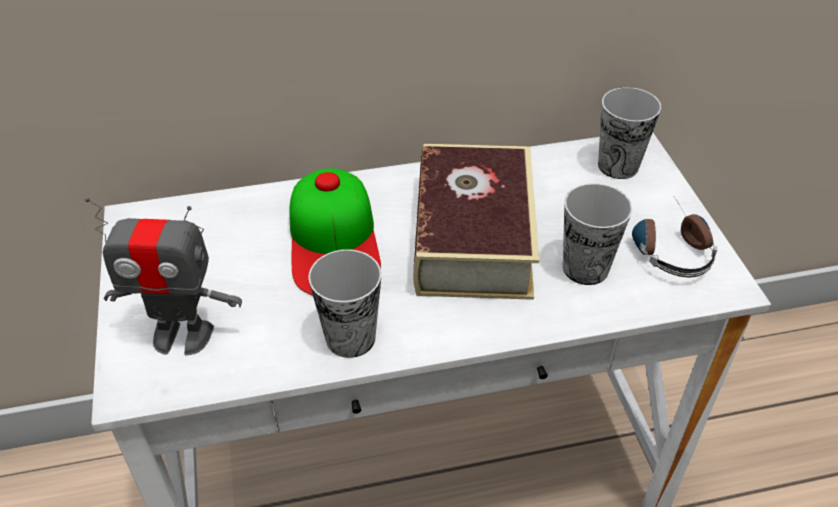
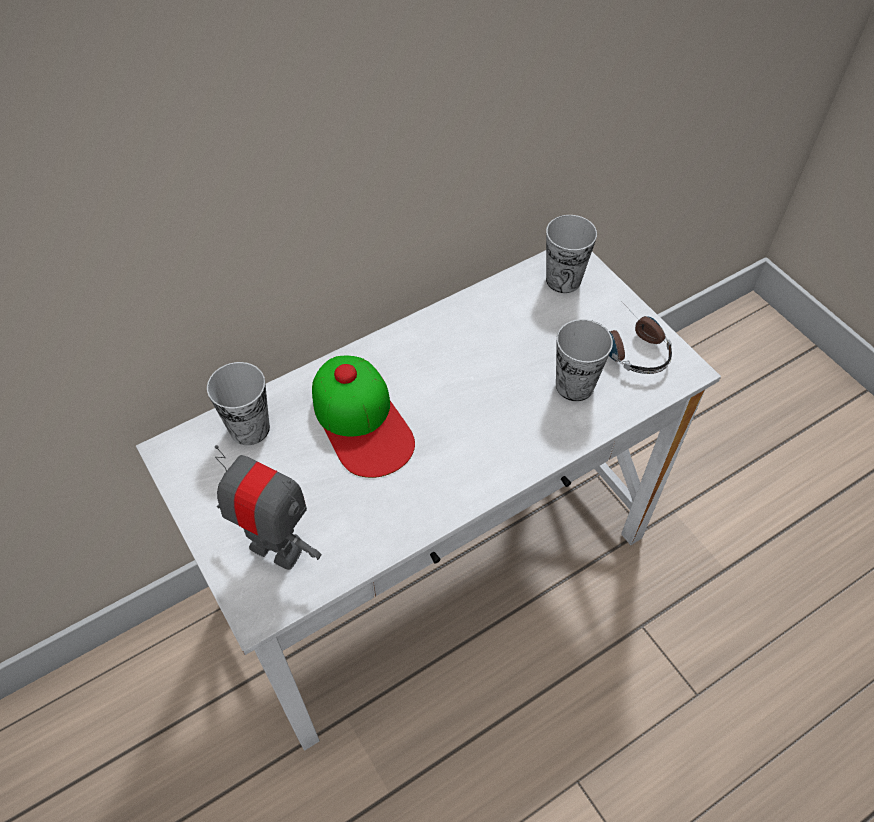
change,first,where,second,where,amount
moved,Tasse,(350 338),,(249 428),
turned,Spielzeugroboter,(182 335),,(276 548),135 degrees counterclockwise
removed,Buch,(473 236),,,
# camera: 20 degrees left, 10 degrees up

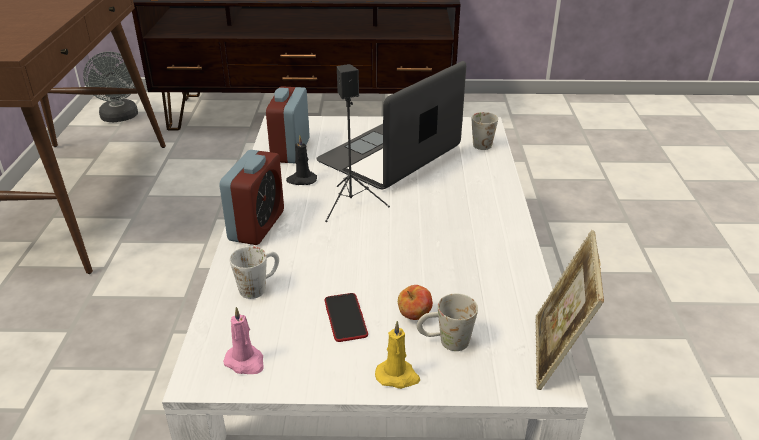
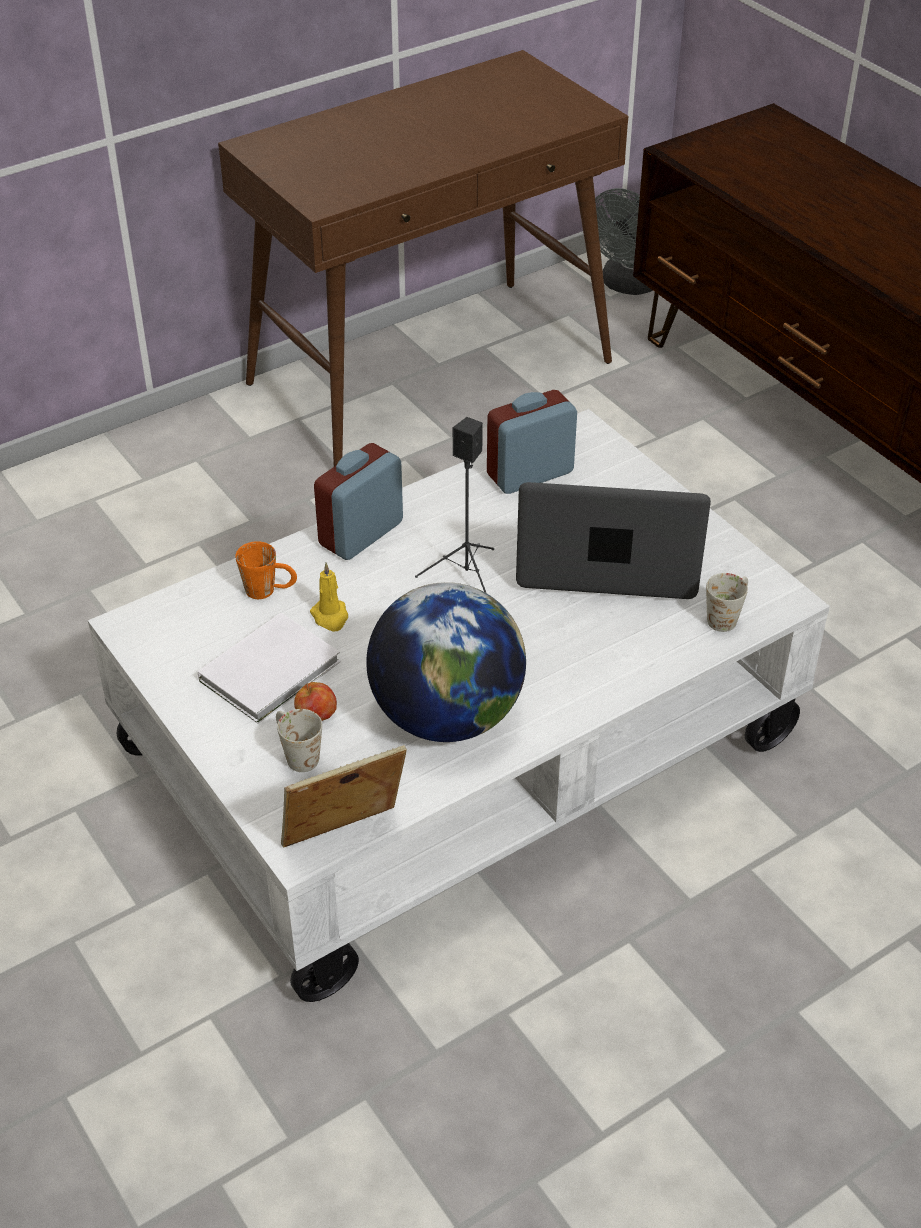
change,first,where,second,where,amount
replaced,Handy,(345 318),Buch (weiß),(274 670),
recoloured,Henkelbecher (weiß),(259 286),Henkelbecher (orange),(269 590),
moved,Kerze (gelb),(398 376),,(330 617),
turned,Wecker,(257 226),,(361 534),150 degrees clockwise
added,,,Globus,(446 716),
removed,Kerze (rosa),(245 362),,,
removed,Kerze (schwarz),(301 180),,,
# camera: 55 degrees right, 10 degrees up

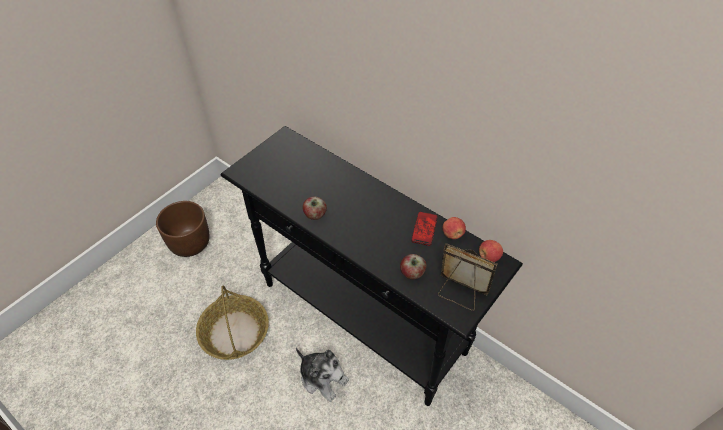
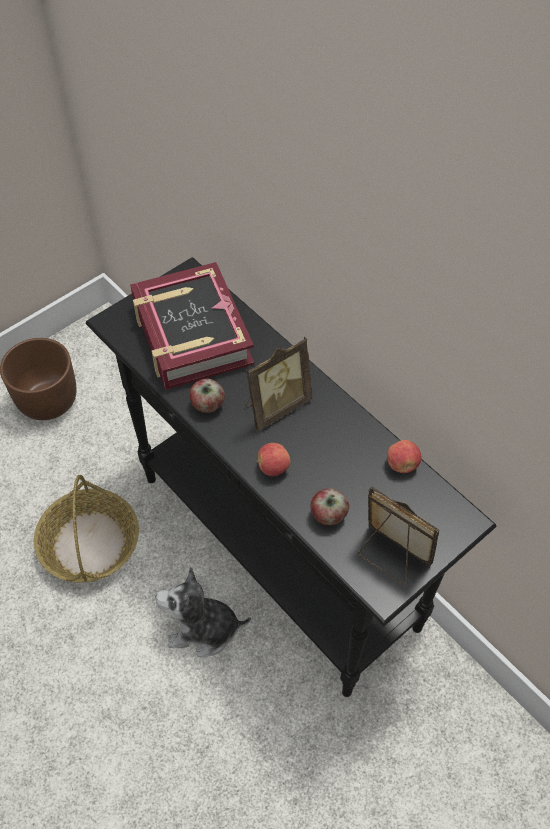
change,first,where,second,where,amount
added,,,Buch,(191 334),
turned,Plüschtier,(323 377),,(203 629),135 degrees clockwise
added,,,Bilderrahmen,(275 406),
moved,Apfel,(488 257),,(273 467),
removed,Handy,(424 229),,,
# camera: 10 degrees right, 5 degrees up

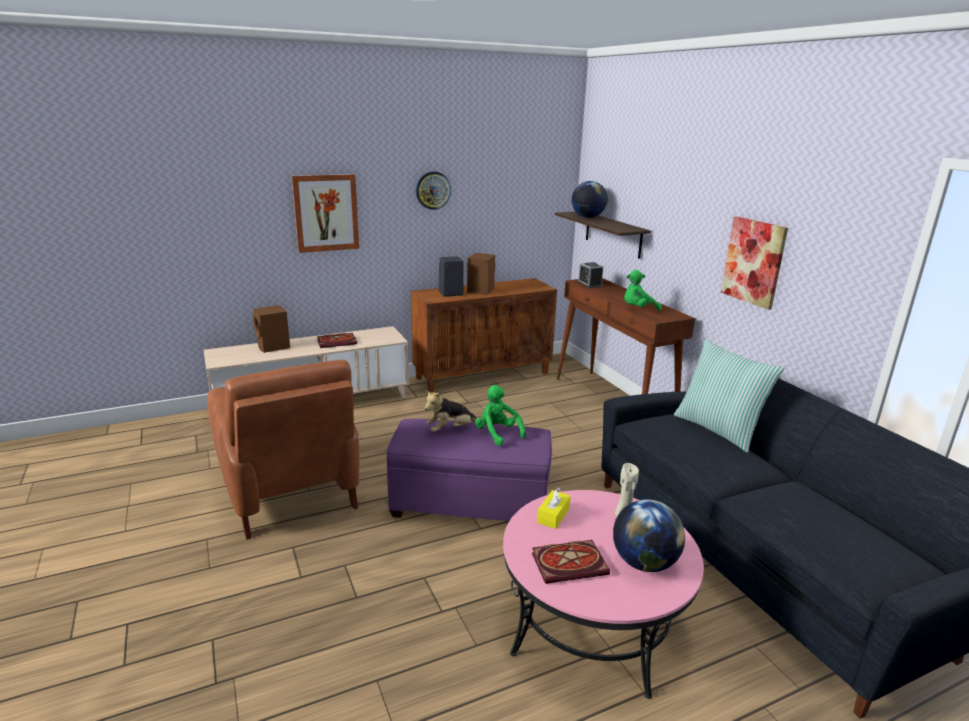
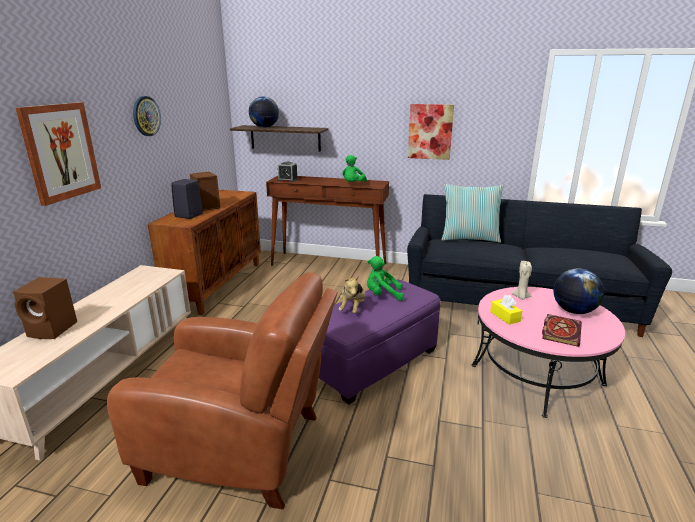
change,first,where,second,where,amount
removed,Buch,(337 342),,,
# camera: 50 degrees left, 0 degrees up

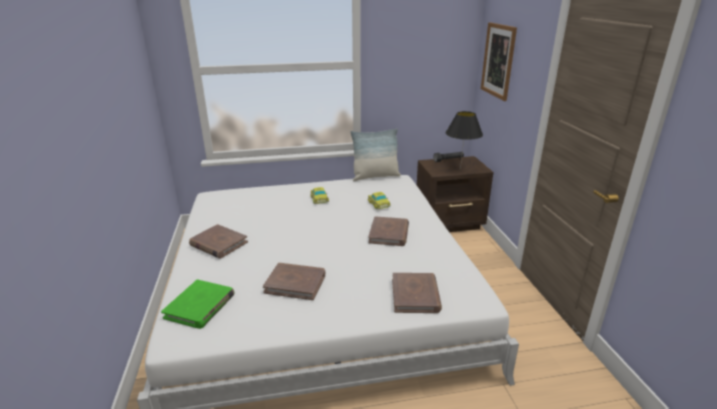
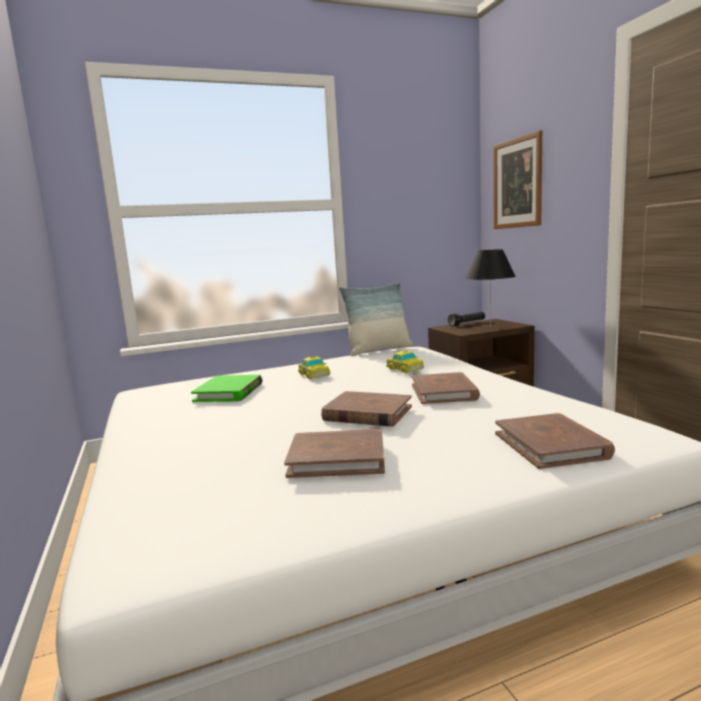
change,first,where,second,where,amount
moved,Buch (grün),(200 306),,(229 392),
moved,Buch (braun),(218 244),,(367 413),
# camera: 10 degrees left, 15 degrees down

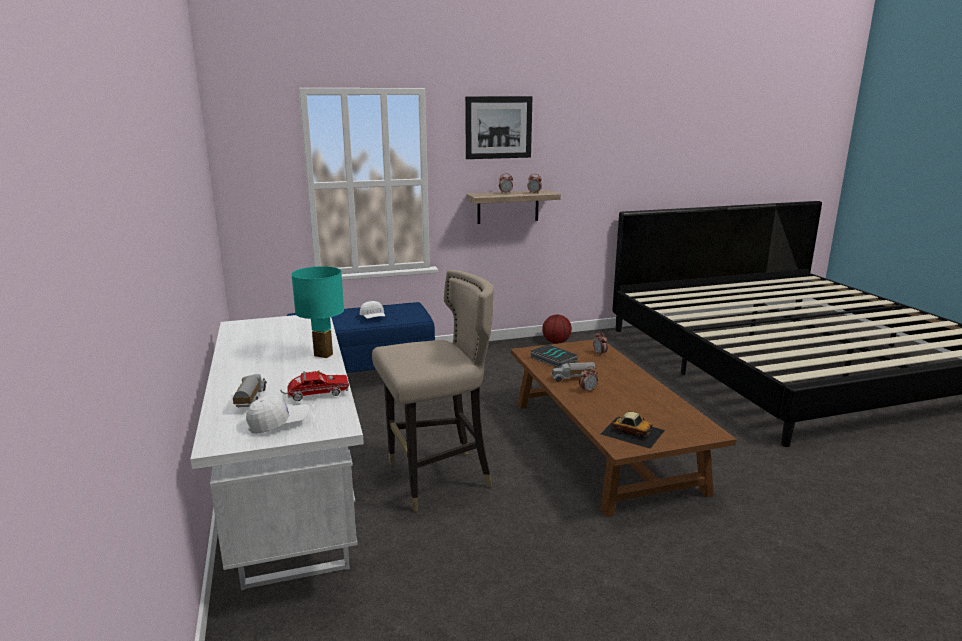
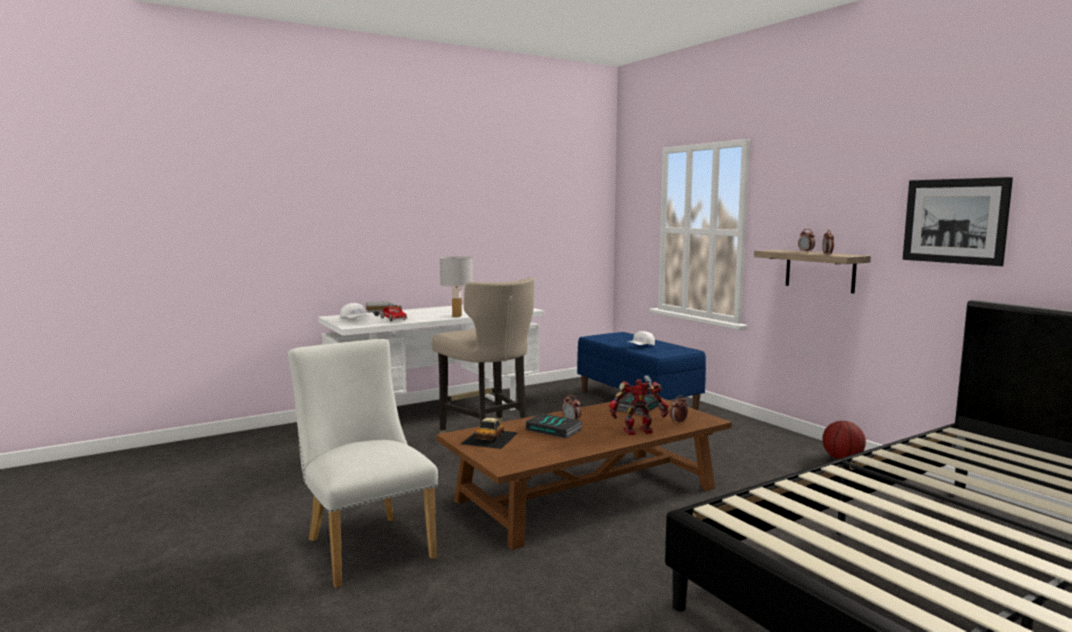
change,first,where,second,where,amount
added,,,Stuhl (weiß),(365 545),
recoloured,Tischlampe (türkis),(324 355),Tischlampe (weiß),(457 316),
added,,,Buch,(555 429),
added,,,Spielzeugroboter,(638 432),
moved,Bild,(498 127),,(954 221),
removed,Spielzeuglaster,(573 379),,,
# camera: 75 degrees right, 10 degrees down

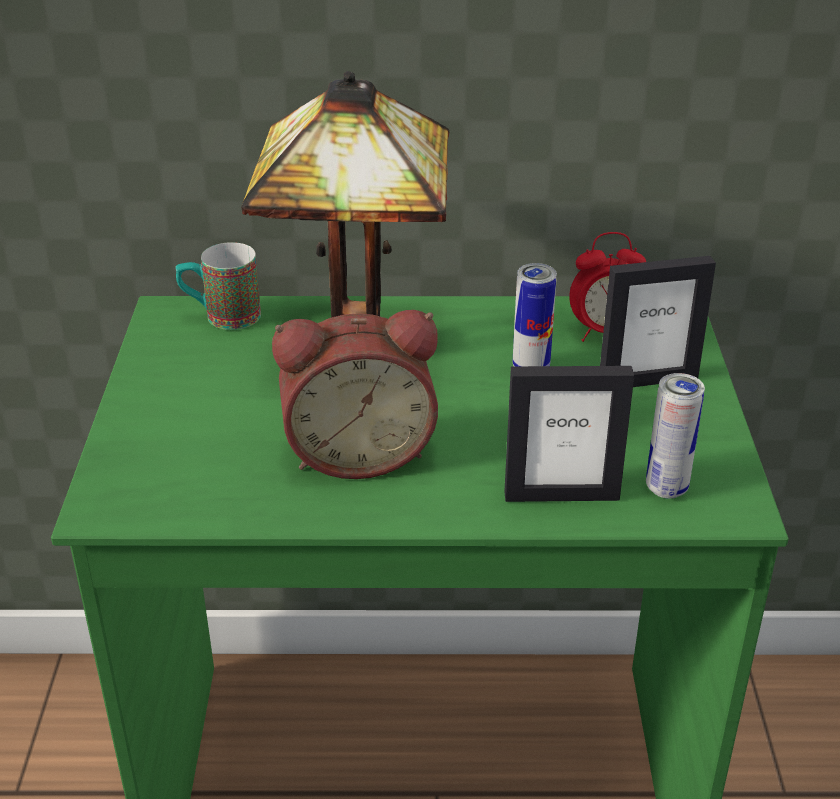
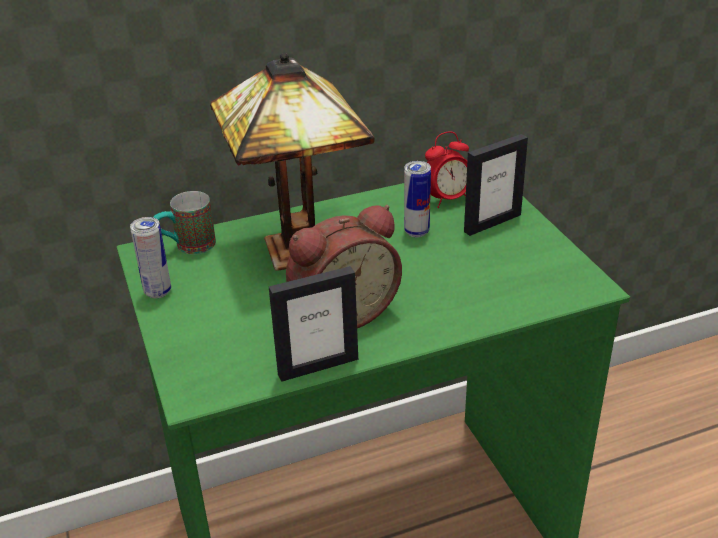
change,first,where,second,where,amount
moved,Dose,(666 488),,(158 292),
moved,Bilderrahmen,(561 495),,(318 366),
# camera: 20 degrees left, 0 degrees up

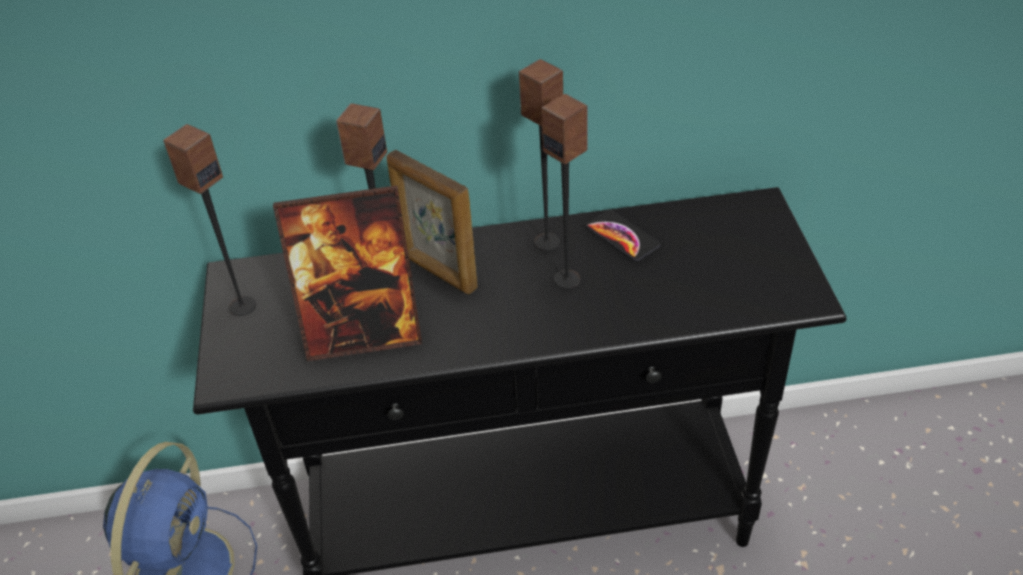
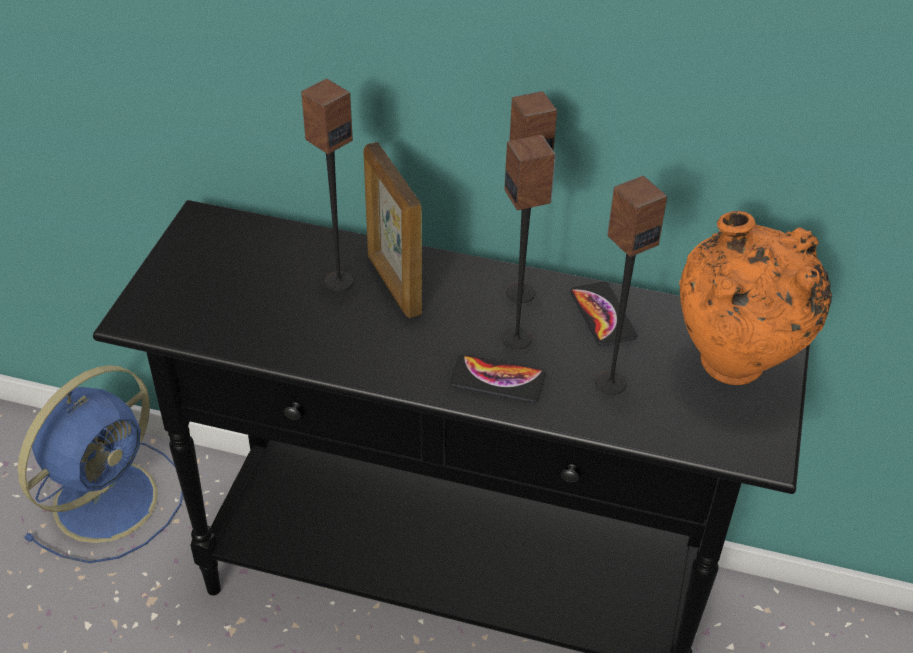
change,first,where,second,where,amount
added,,,Handy,(497 380),
moved,Lautsprecher,(242 306),,(610 382),
added,,,Vase (orange),(733 372),
removed,Bilderrahmen,(363 333),,,
# camera: 20 degrees right, 0 degrees up

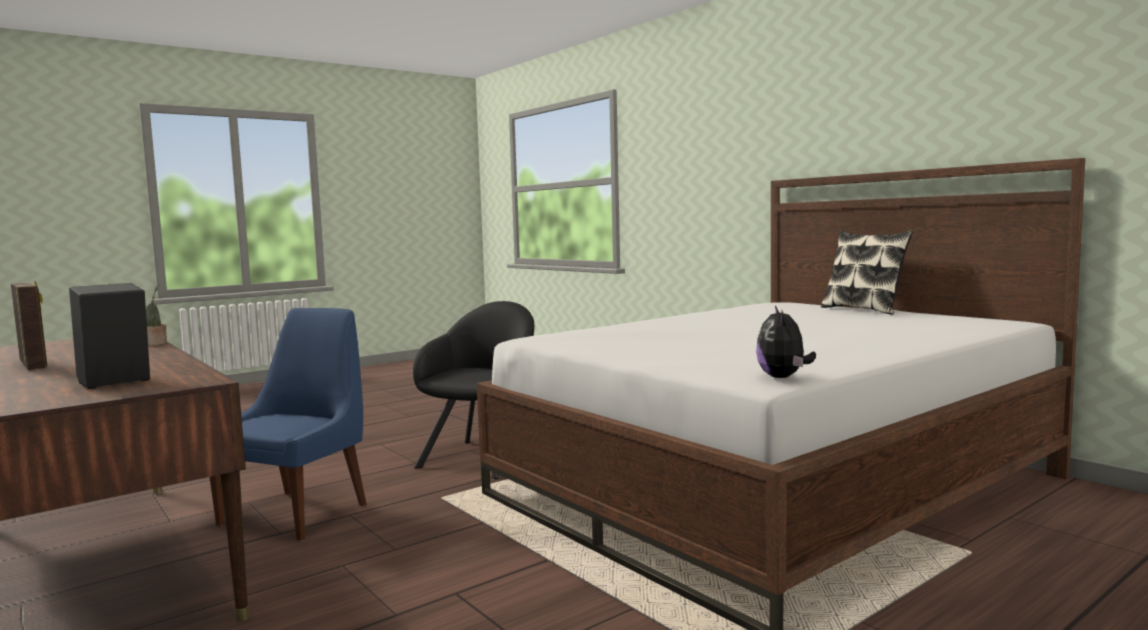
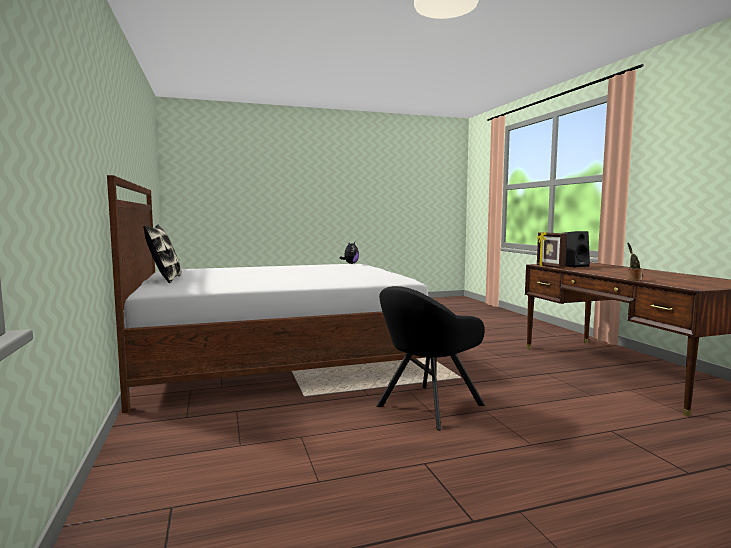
change,first,where,second,where,amount
moved,Bilderrahmen,(34 365),,(550 267),
removed,Stuhl (blau),(298 513),,,
# camera: 160 degrees left, 0 degrees up

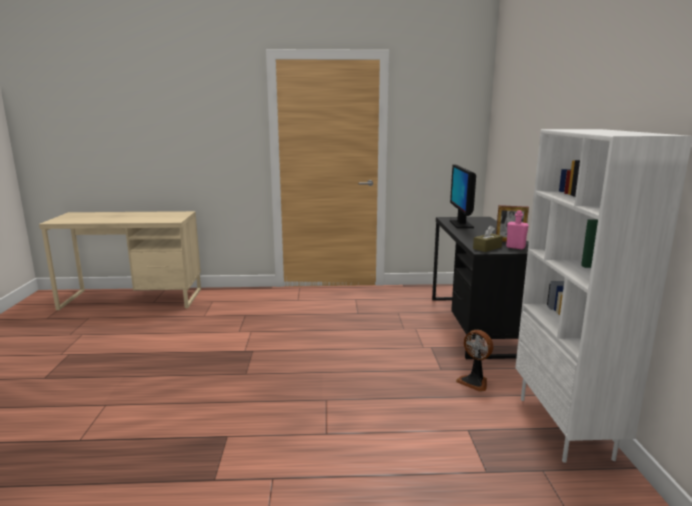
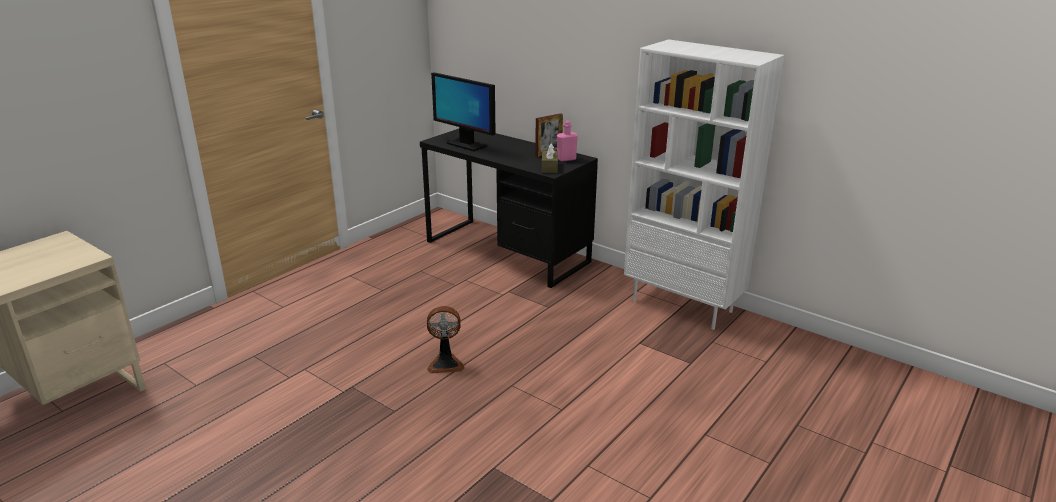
change,first,where,second,where,amount
moved,Ventilator,(474 382),,(445 363),
# camera: 50 degrees left, 10 degrees up

